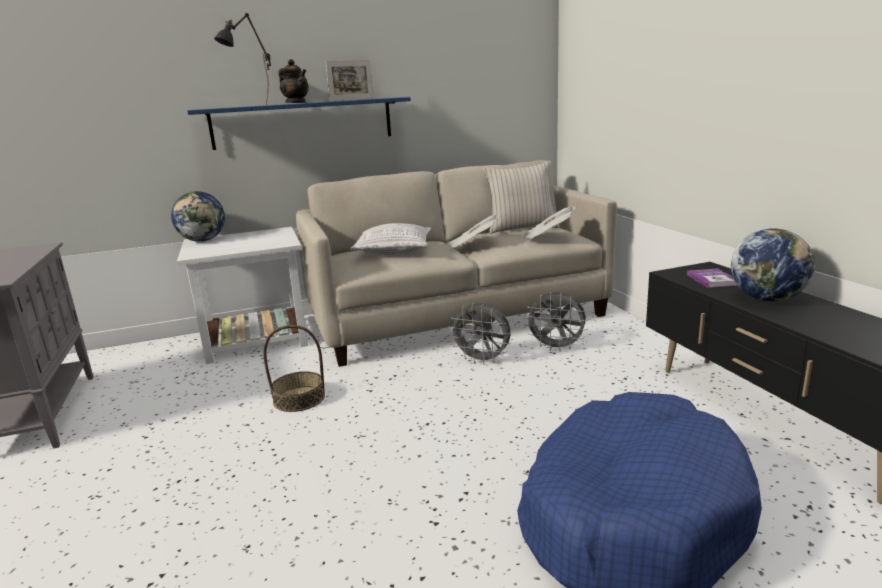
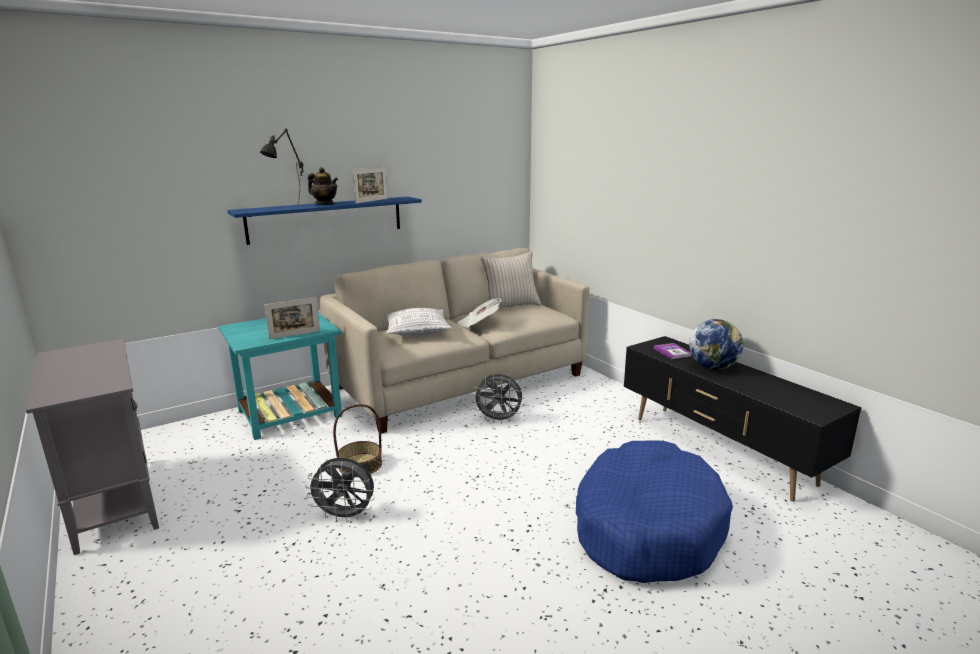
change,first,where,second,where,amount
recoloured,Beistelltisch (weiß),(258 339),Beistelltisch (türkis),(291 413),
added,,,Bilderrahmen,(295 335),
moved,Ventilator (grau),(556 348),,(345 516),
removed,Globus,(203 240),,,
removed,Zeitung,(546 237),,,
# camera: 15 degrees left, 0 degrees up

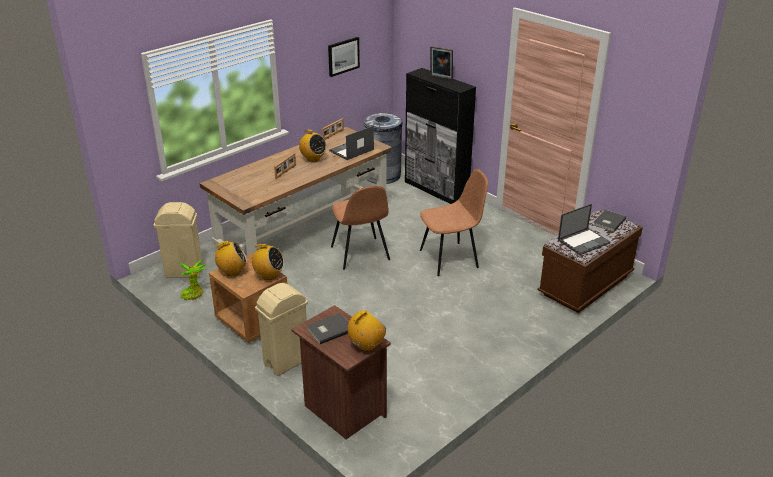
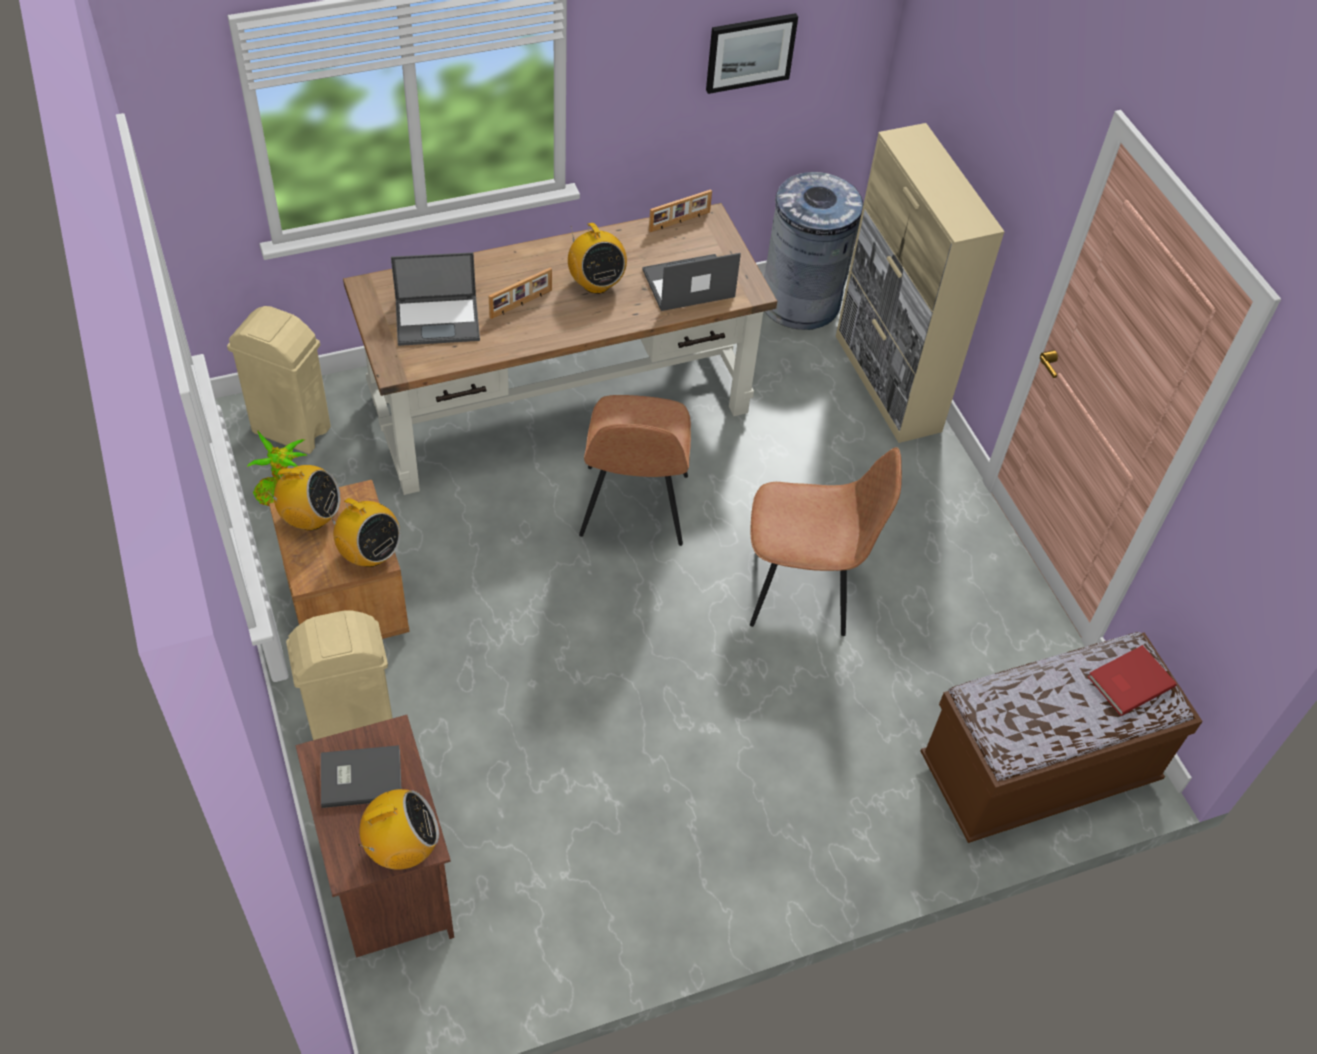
change,first,where,second,where,amount
moved,Laptop,(584 241),,(438 320),
recoloured,Schrank (schwarz),(436 190),Schrank (beige),(887 383),
recoloured,Buch (grau),(608 222),Buch (rot),(1128 681),
removed,Bilderrahmen,(440 78),,,
# camera: 20 degrees right, 20 degrees up

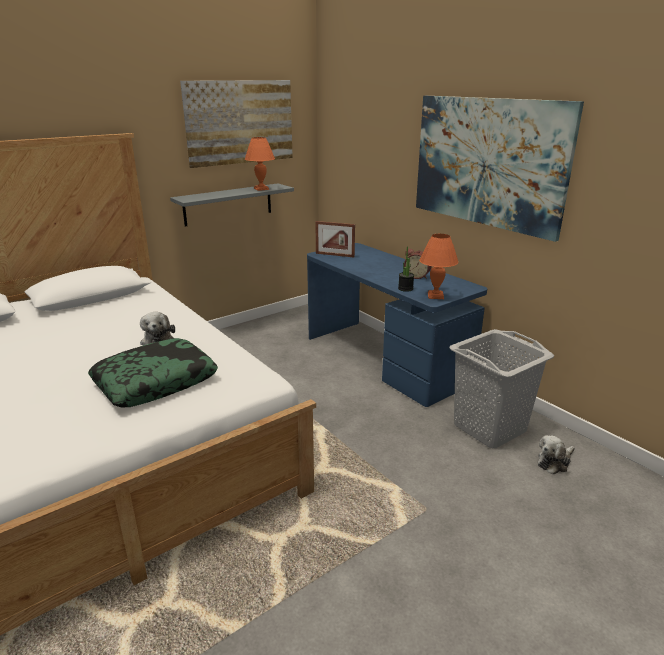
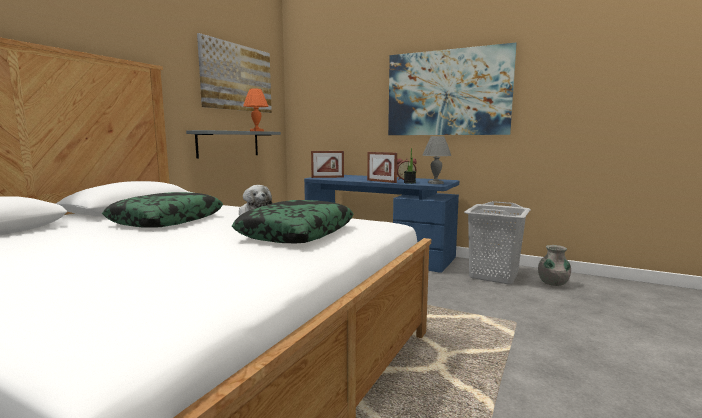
change,first,where,second,where,amount
added,,,Kissen,(167 220),
added,,,Bilderrahmen,(381 181),
recoloured,Tischlampe (orange),(436 296),Tischlampe (grau),(436 183),
replaced,Plüschtier,(554 462),Vase (grau),(552 283),
# camera: 25 degrees left, 15 degrees down

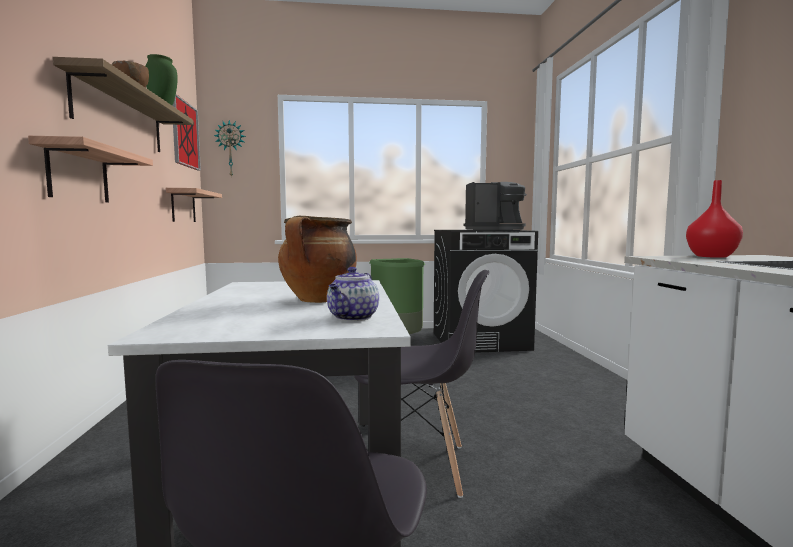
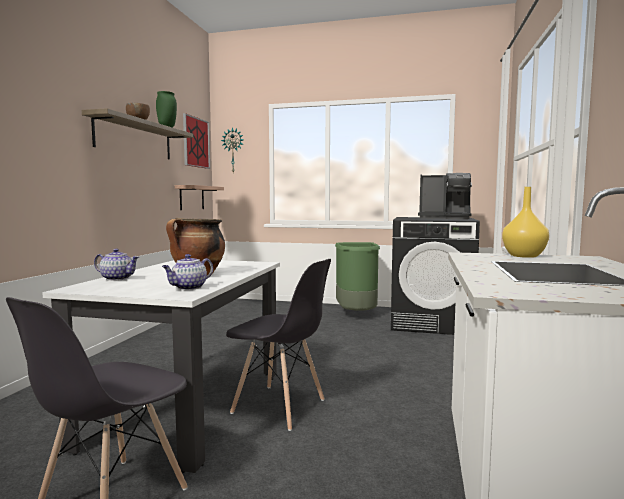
change,first,where,second,where,amount
added,,,Teekanne,(117 278),
recoloured,Vase (rot),(710 256),Vase (gelb),(523 256),
removed,Wandregal,(78 174),,,
# camera: 20 degrees right, 0 degrees up

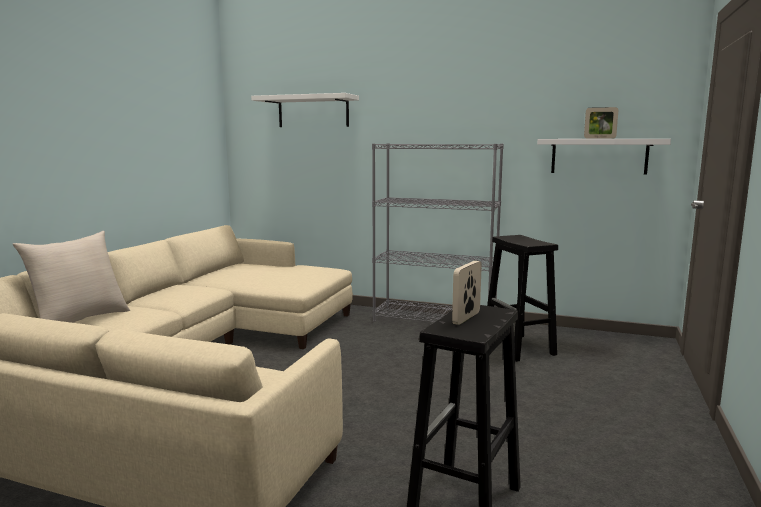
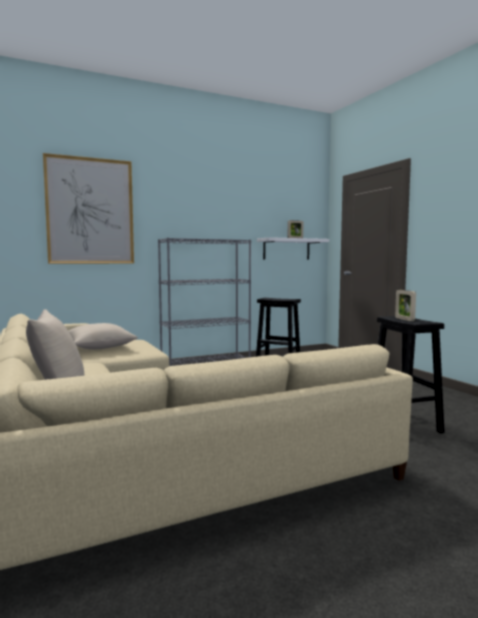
change,first,where,second,where,amount
replaced,Wandregal (weiß),(313 112),Bild,(90 211),
added,,,Kissen (beige),(99 347),
# camera: 45 degrees left, 5 degrees down

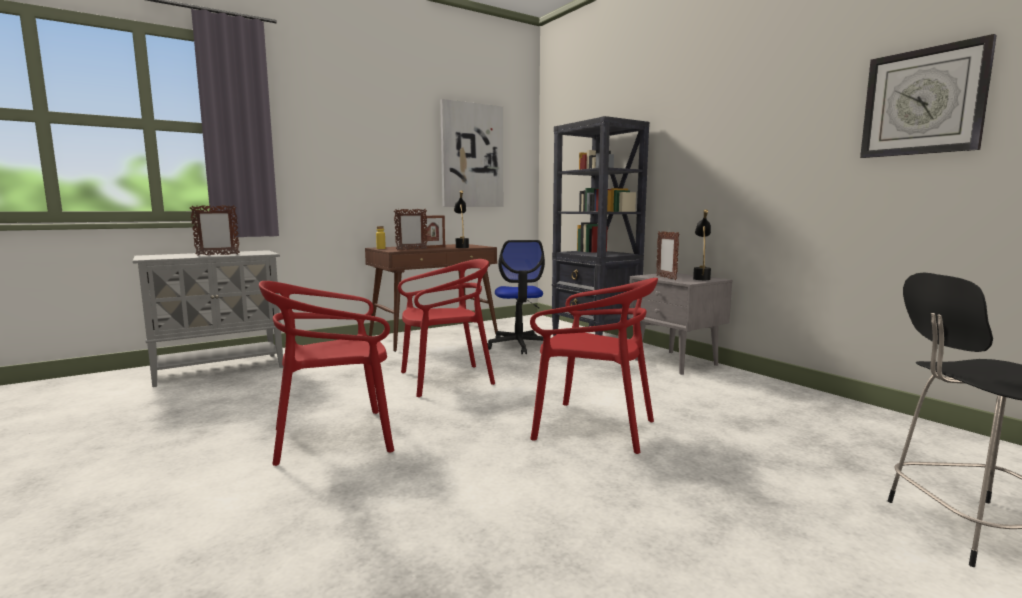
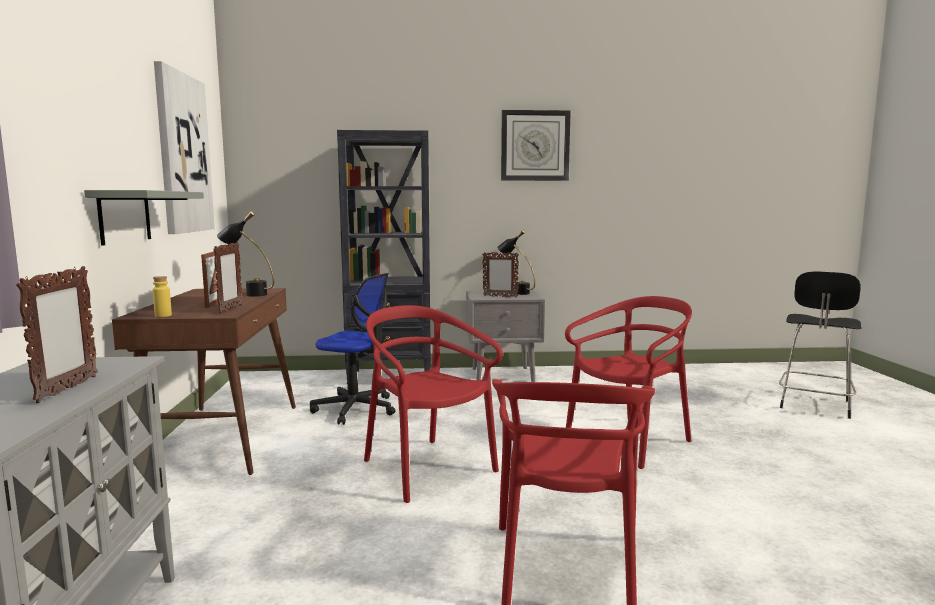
change,first,where,second,where,amount
added,,,Wandregal (grau),(124 216),
turned,Stuhl (rot),(445 379),,(426 468),45 degrees counterclockwise
moved,Wanduhr,(923 102),,(535 146),
# camera: 60 degrees left, 0 degrees up

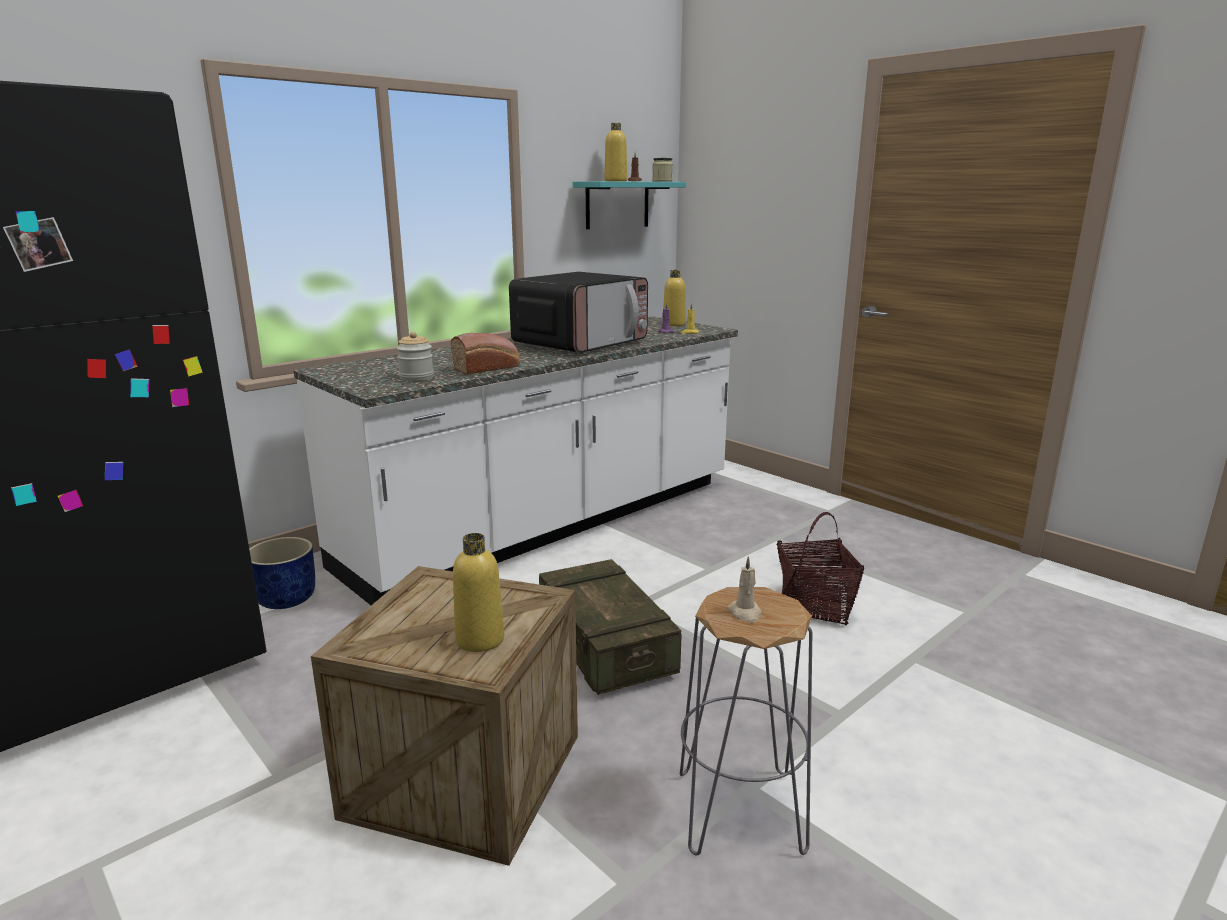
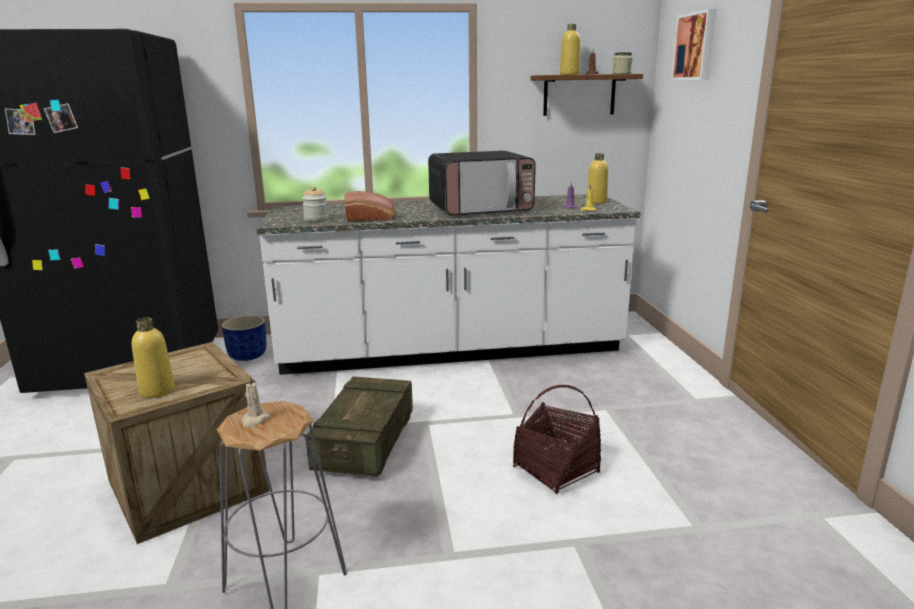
change,first,where,second,where,amount
recoloured,Wandregal (türkis),(617 205),Wandregal (braun),(579 95),
added,,,Bild,(695 46),
# camera: 35 degrees right, 0 degrees up

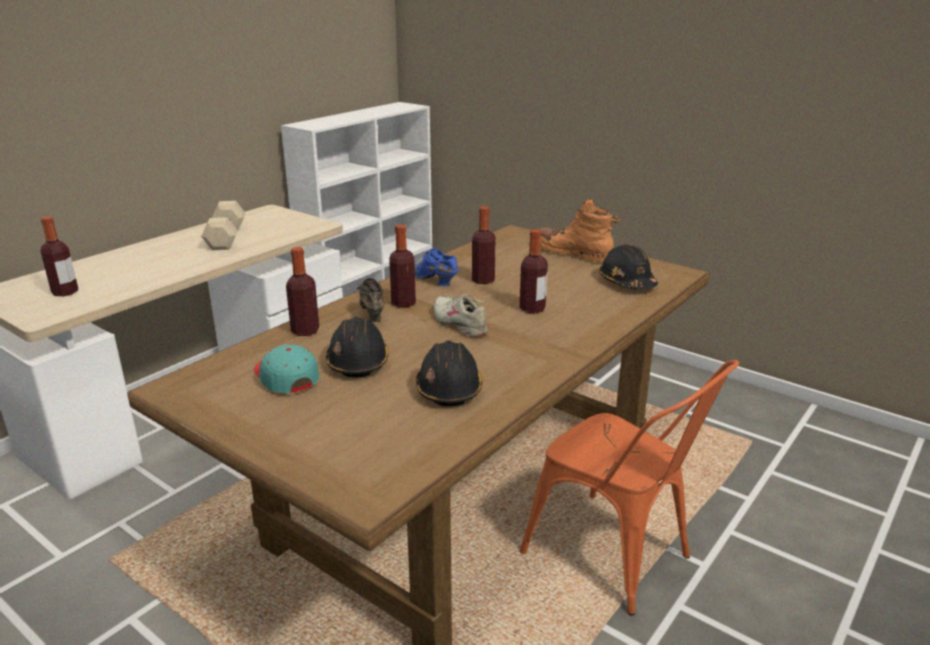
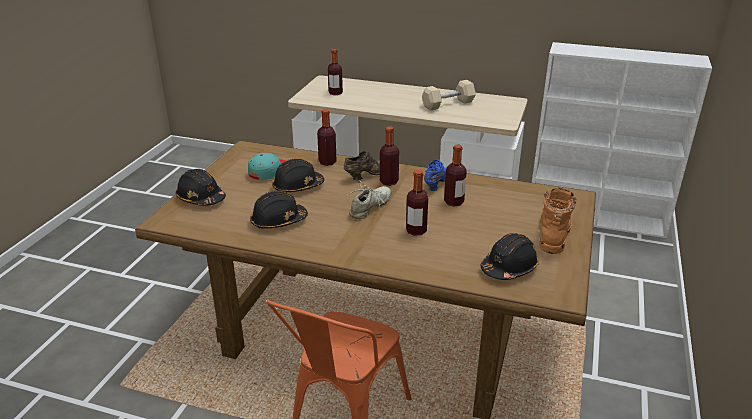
change,first,where,second,where,amount
added,,,Schutzhelm (schwarz),(201 198),
# camera: 70 degrees right, 5 degrees up

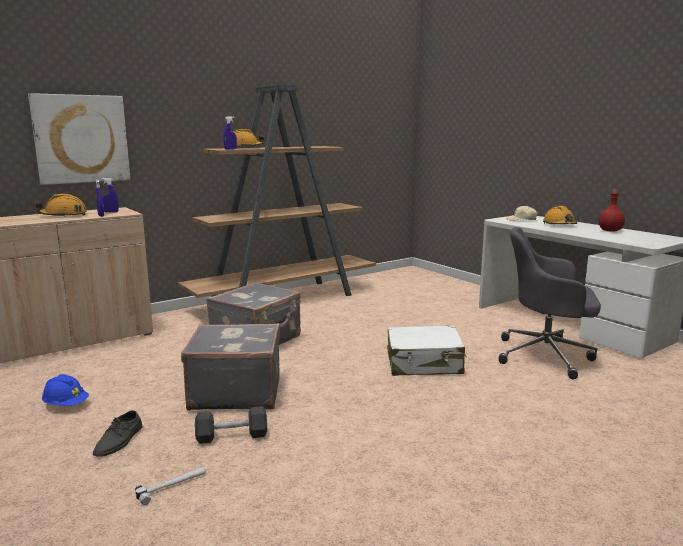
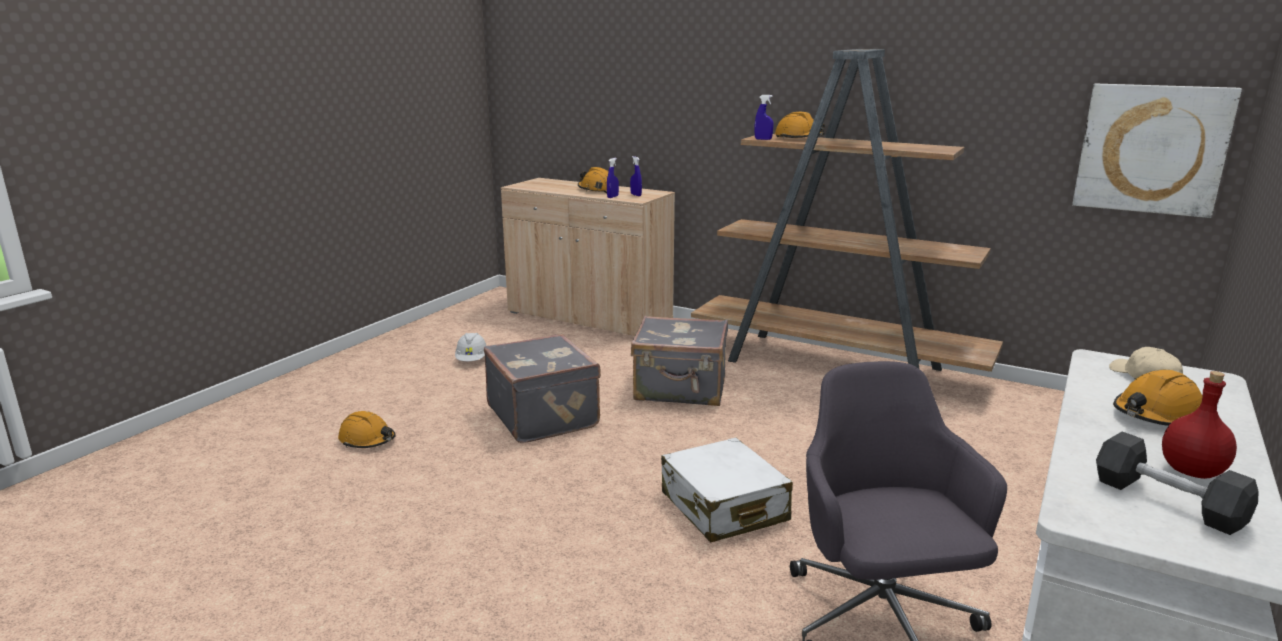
change,first,where,second,where,amount
replaced,Hammer,(172 486),Schutzhelm (orange),(367 440),
recoloured,Schutzhelm (blau),(66 405),Schutzhelm (weiß),(472 360),
moved,Bild,(81 139),,(1151 149),
moved,Hantel (schwarz),(232 436),,(1167 502),
removed,Schuh (grau),(119 441),,,
# camera: 65 degrees right, 5 degrees up

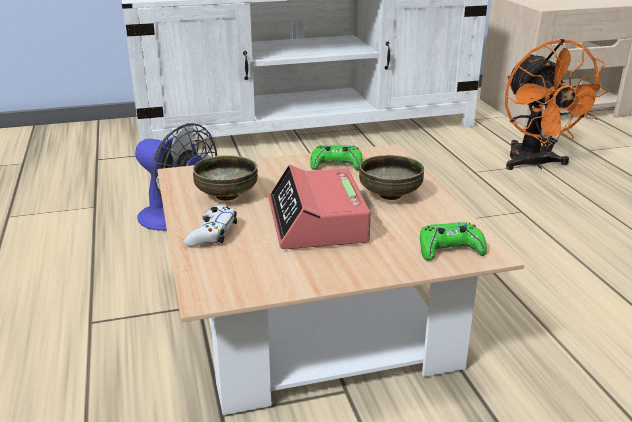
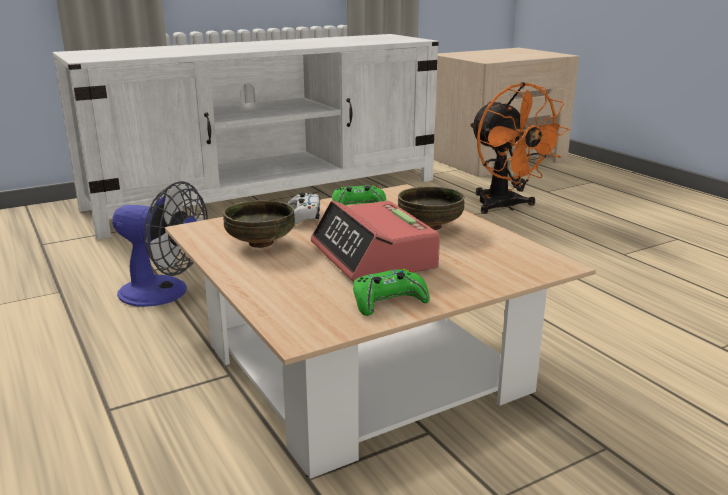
change,first,where,second,where,amount
moved,Gamepad (weiß),(212 234),,(303 216),
moved,Gamepad (grün),(450 249),,(388 301),
# camera: 15 degrees left, 5 degrees down

